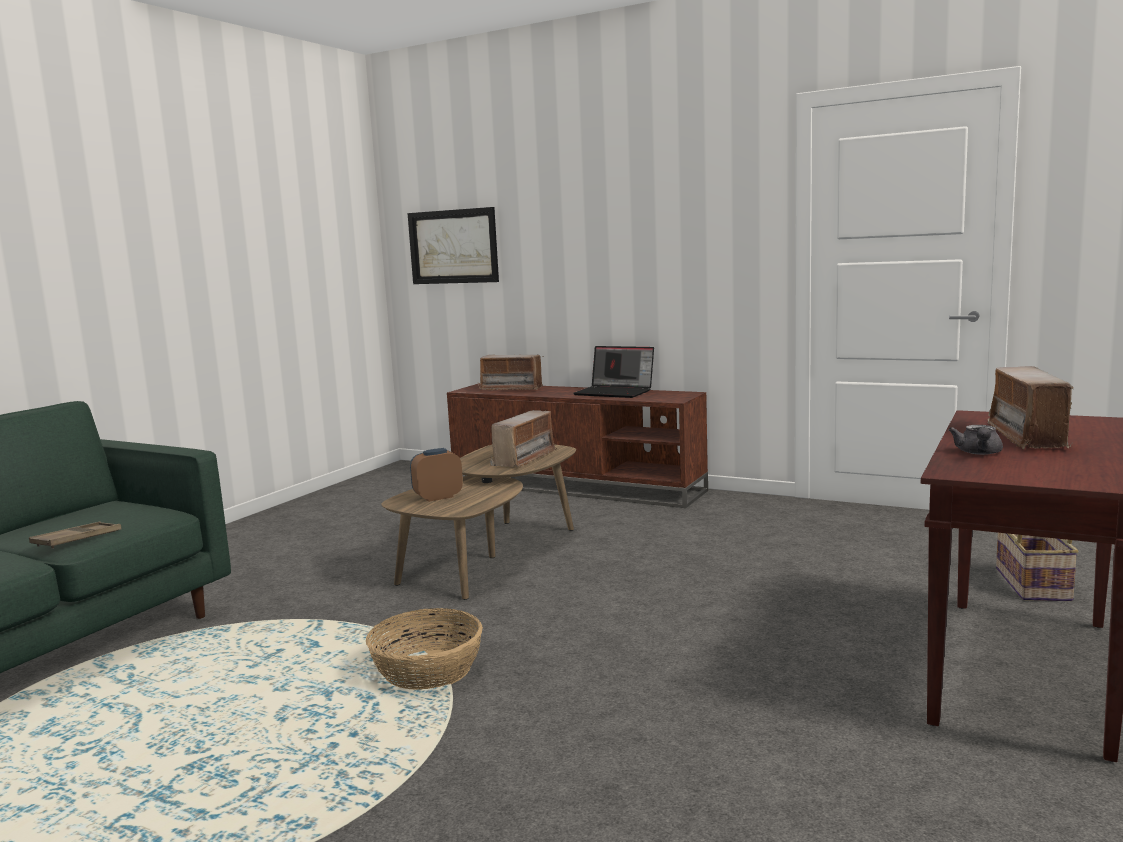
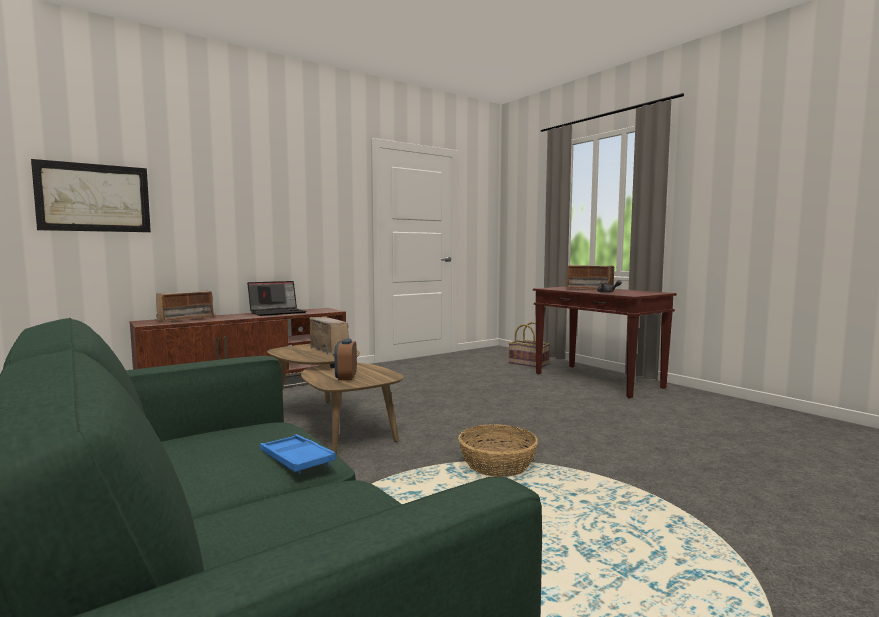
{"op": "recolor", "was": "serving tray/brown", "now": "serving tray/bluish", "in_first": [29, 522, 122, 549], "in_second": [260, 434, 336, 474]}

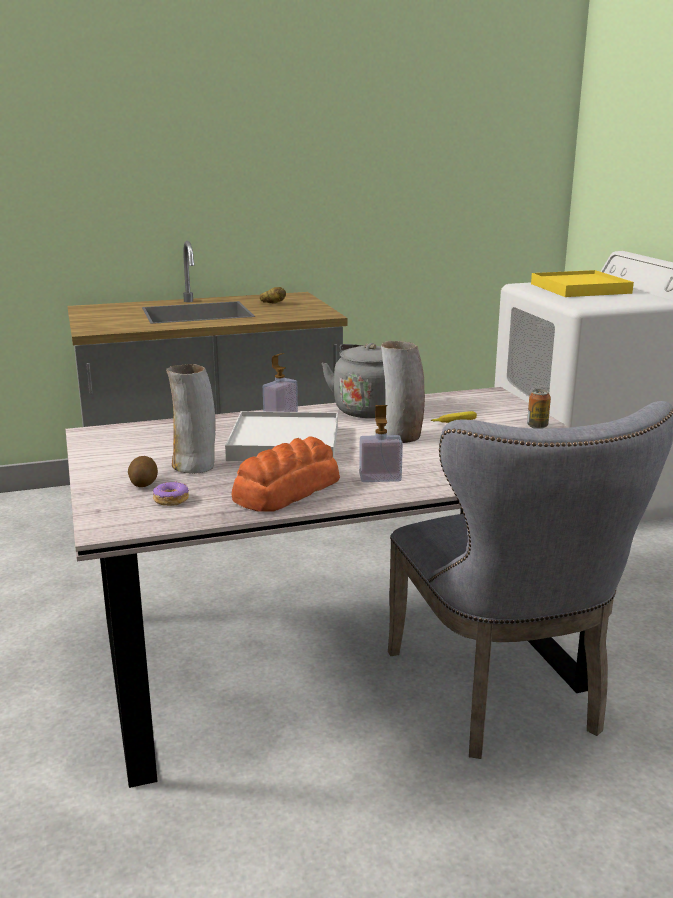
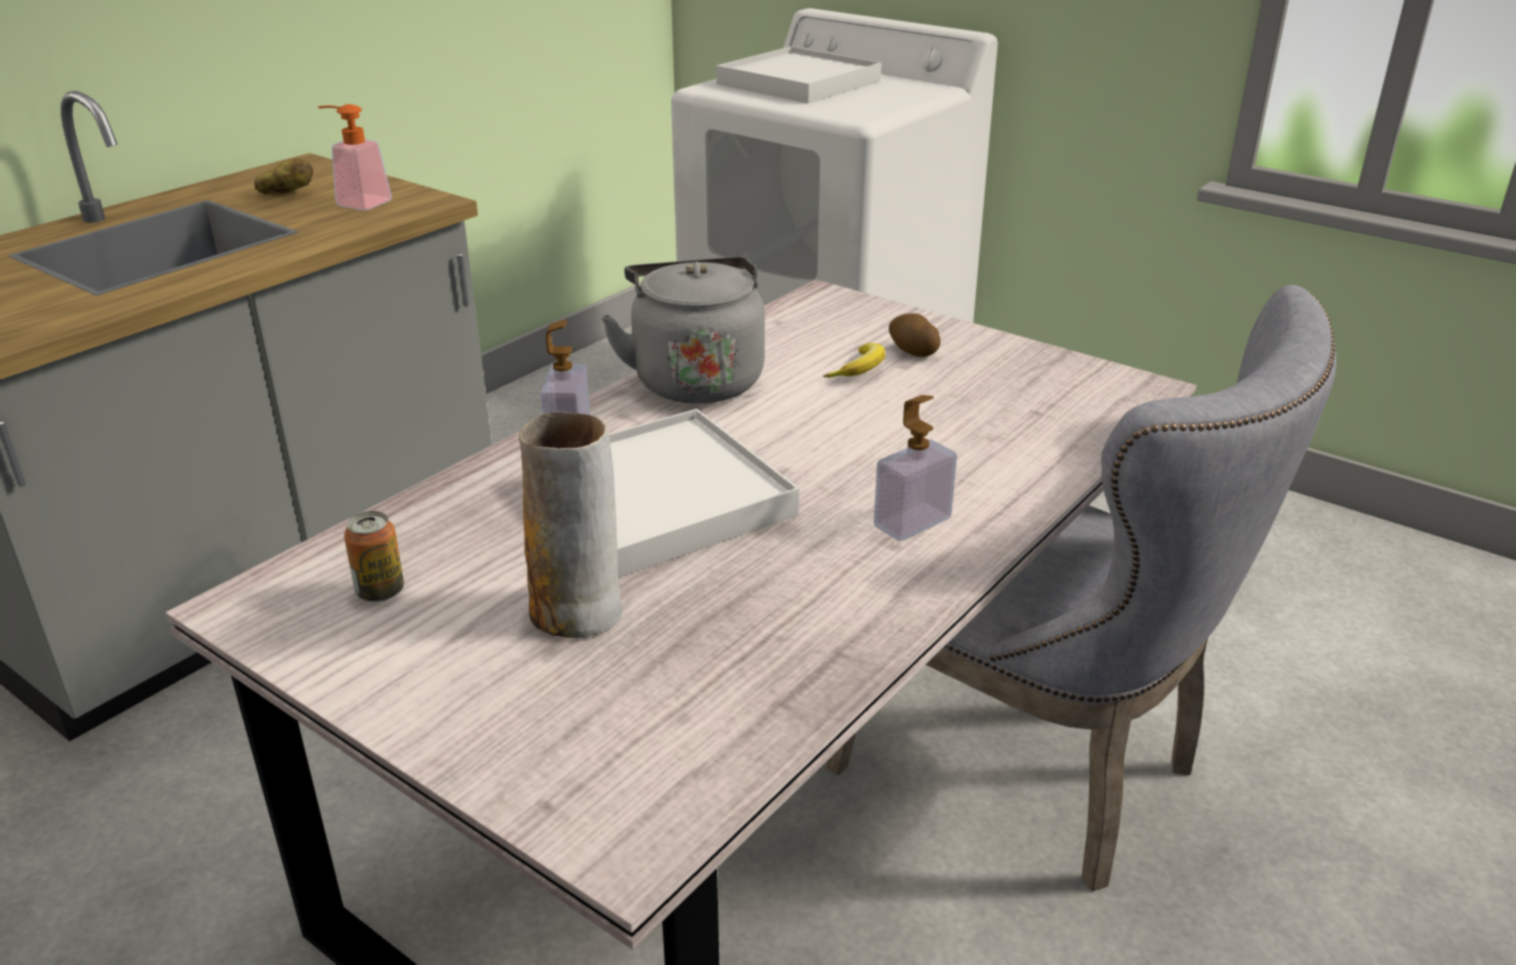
{"op": "move", "was": "potato", "in_first": [128, 456, 158, 487], "in_second": [889, 313, 941, 357]}
{"op": "delete", "was": "ring doughnut", "in_first": [152, 481, 189, 506]}
{"op": "delete", "was": "baked bread", "in_first": [232, 436, 340, 512]}
{"op": "delete", "was": "decorative vase", "in_first": [381, 341, 425, 443]}
{"op": "move", "was": "can", "in_first": [527, 389, 551, 429], "in_second": [344, 511, 404, 602]}
{"op": "recolor", "was": "serving tray/yellow", "now": "serving tray/white", "in_first": [531, 270, 634, 297], "in_second": [716, 46, 882, 103]}
{"op": "insert", "now": "soap bottle", "in_second": [318, 104, 392, 210]}

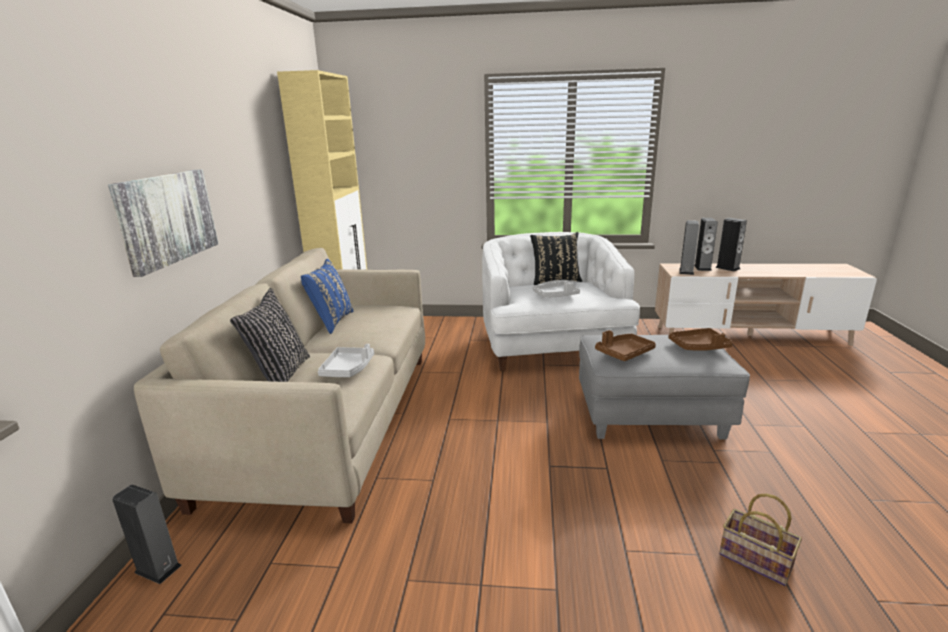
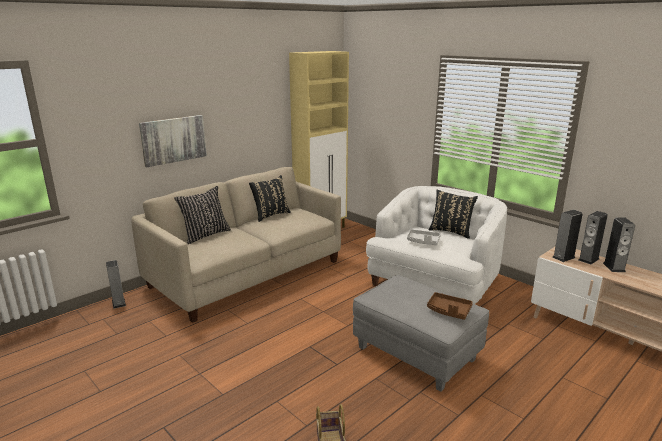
{"op": "recolor", "was": "pillow/bluish", "now": "pillow/black", "in_first": [301, 259, 353, 334], "in_second": [249, 175, 291, 222]}
{"op": "delete", "was": "serving tray/greyish", "in_first": [318, 344, 374, 377]}
{"op": "delete", "was": "serving tray/brown", "in_first": [595, 330, 656, 361]}

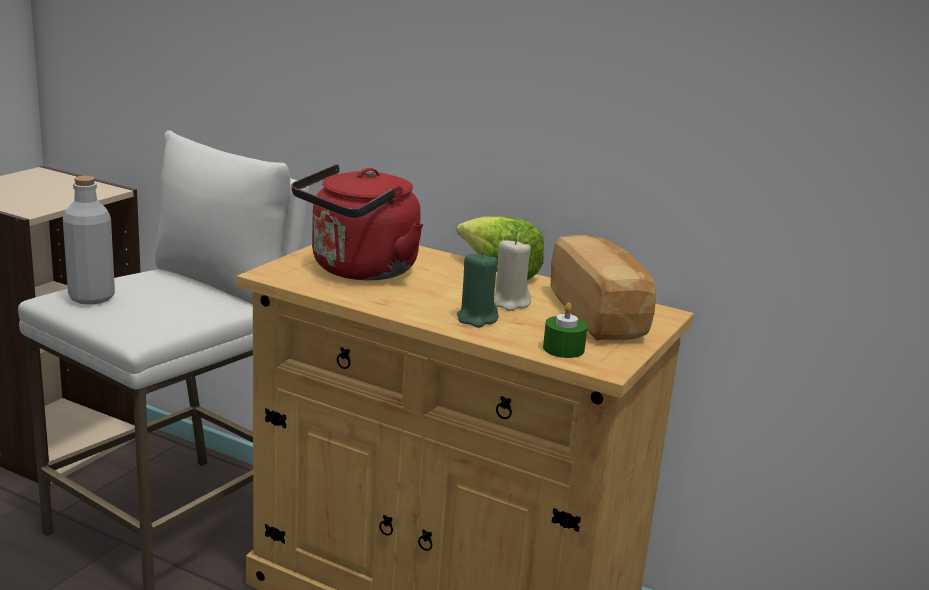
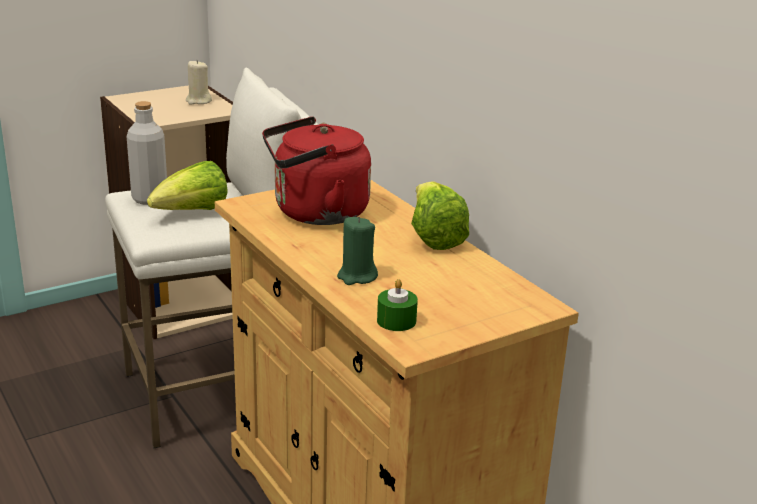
{"op": "move", "was": "wax light/beige", "in_first": [494, 238, 531, 311], "in_second": [186, 60, 212, 105]}
{"op": "delete", "was": "baked bread", "in_first": [551, 235, 656, 341]}
{"op": "insert", "now": "lettuce head", "in_second": [147, 161, 228, 210]}

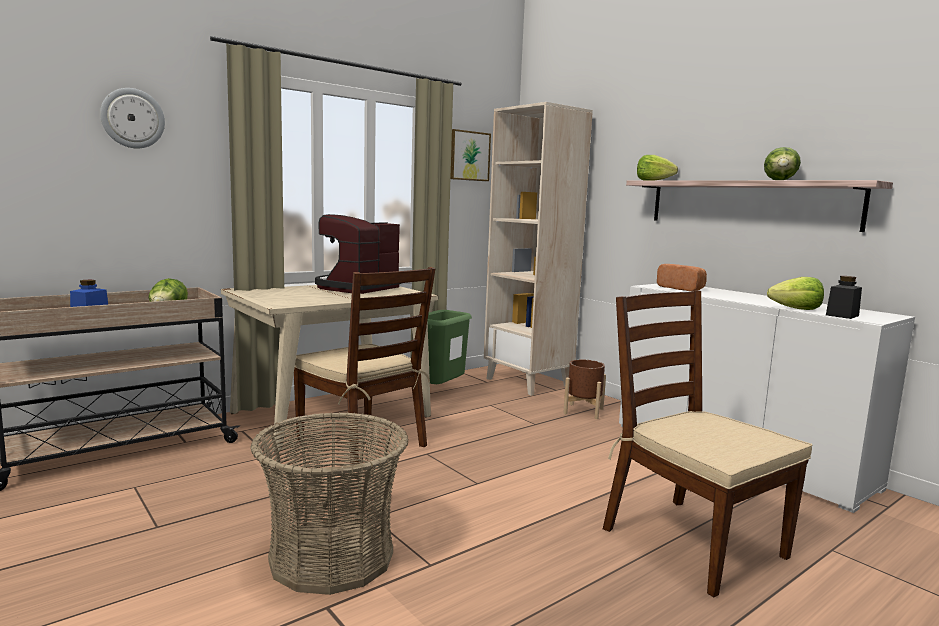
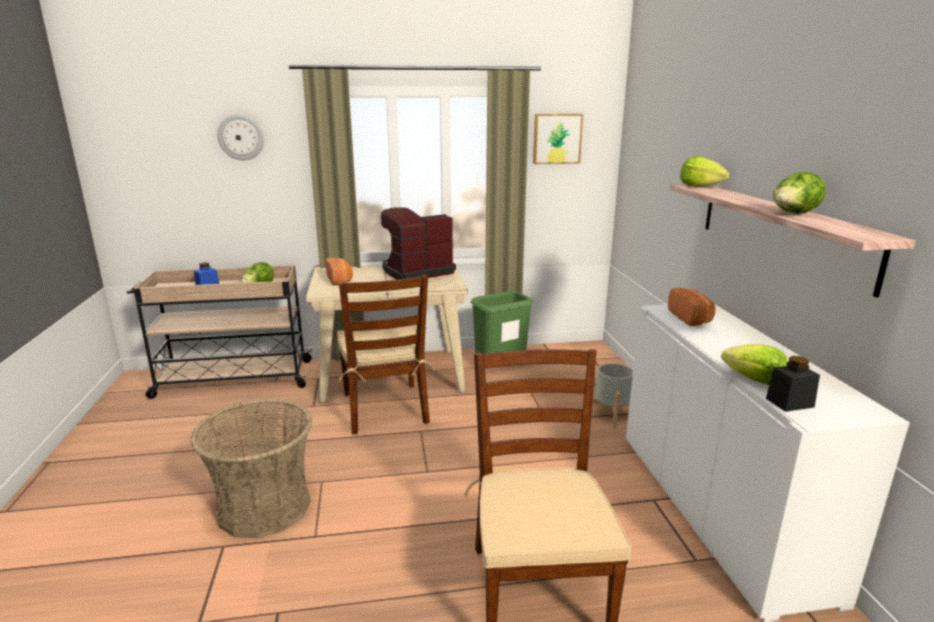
{"op": "delete", "was": "bookcase/beige", "in_first": [484, 102, 593, 396]}
{"op": "recolor", "was": "flower pot/brown", "now": "flower pot/greyish", "in_first": [563, 360, 606, 419], "in_second": [592, 363, 633, 428]}
{"op": "insert", "now": "baked bread", "in_second": [325, 258, 353, 285]}

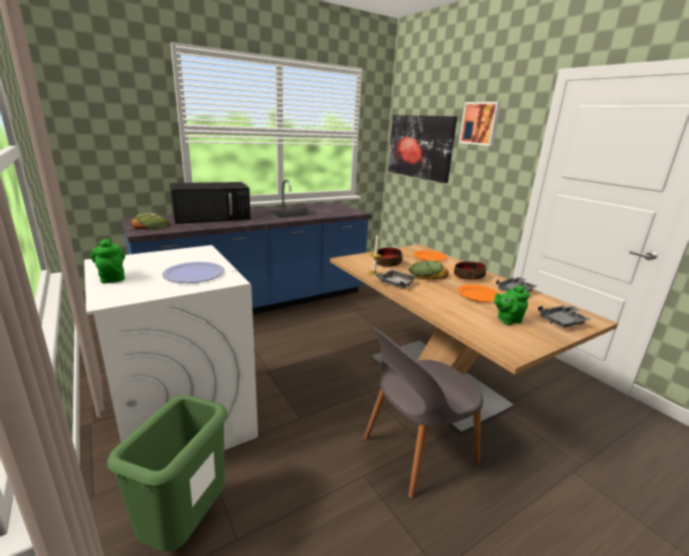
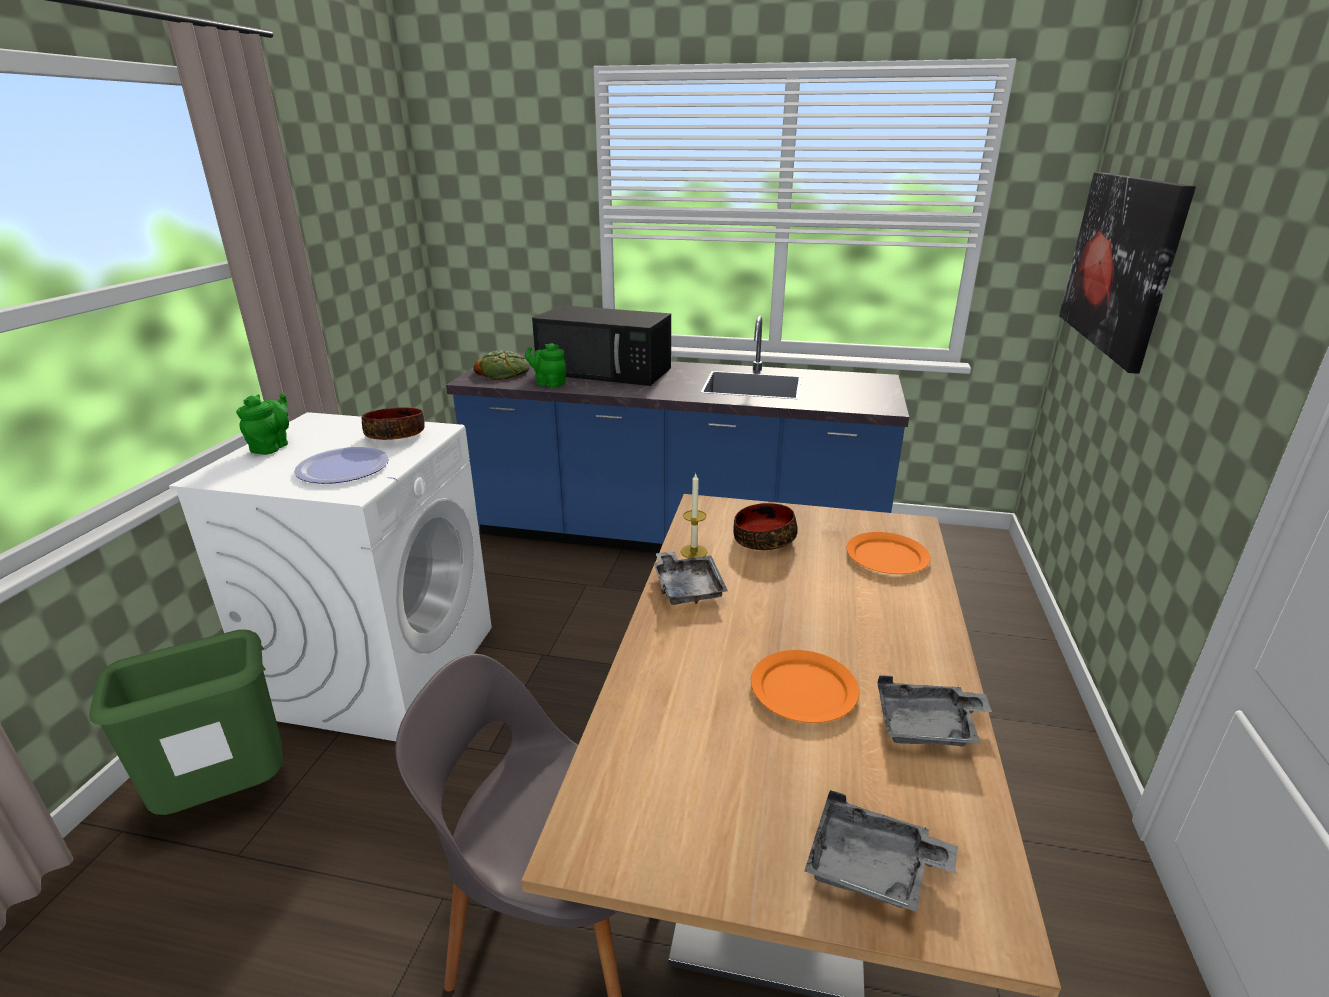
{"op": "delete", "was": "baked bread", "in_first": [408, 260, 449, 280]}
{"op": "move", "was": "bowl", "in_first": [454, 261, 486, 280], "in_second": [362, 407, 425, 440]}
{"op": "delete", "was": "wall art", "in_first": [459, 102, 501, 146]}
{"op": "move", "was": "pot for tea/greenish", "in_first": [494, 286, 530, 325], "in_second": [525, 343, 566, 388]}

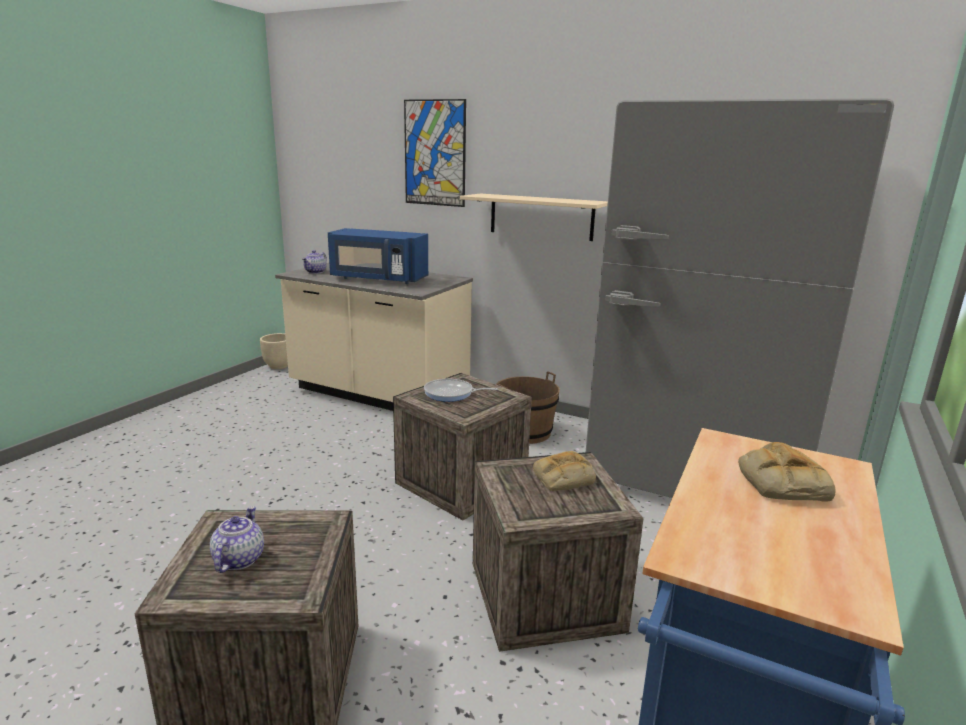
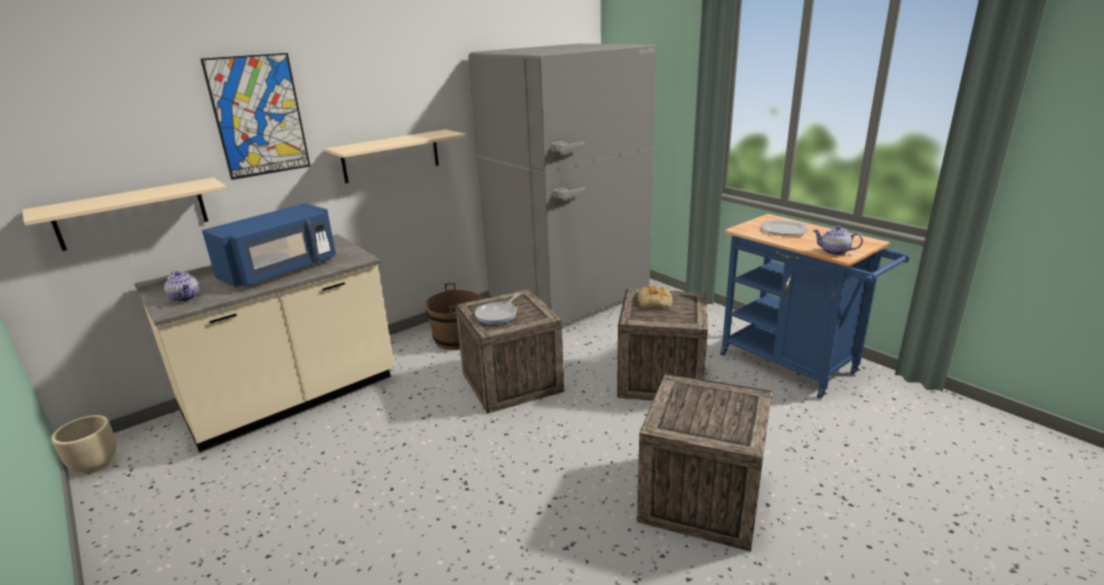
{"op": "move", "was": "pot for tea", "in_first": [210, 506, 264, 573], "in_second": [813, 226, 863, 255]}
{"op": "replace", "was": "baked bread", "now": "plate", "in_first": [738, 442, 836, 502], "in_second": [761, 220, 808, 235]}
{"op": "insert", "now": "shelf/beige", "in_second": [22, 178, 227, 251]}

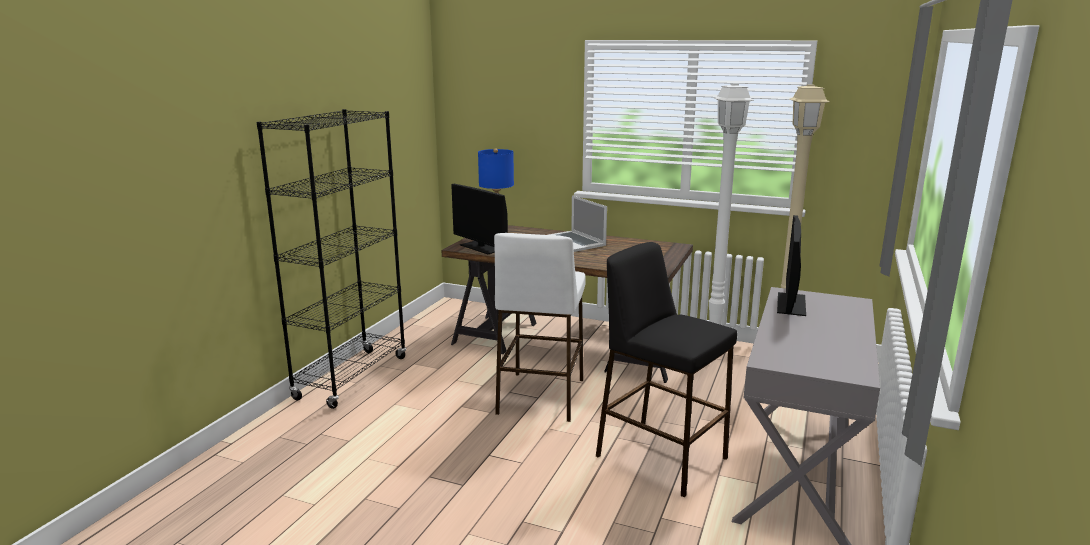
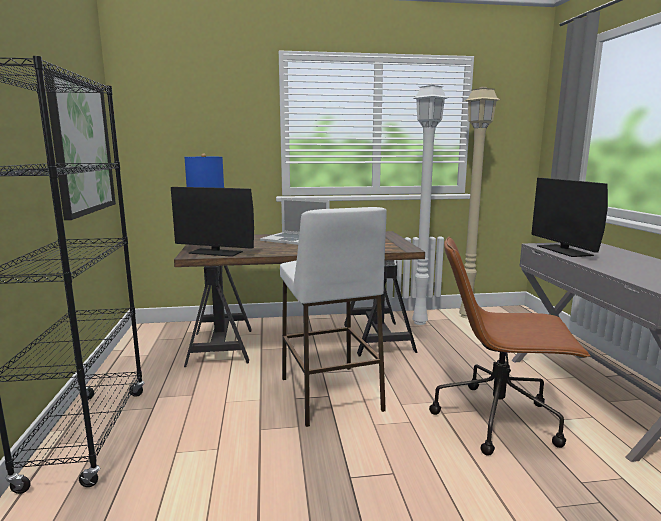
{"op": "replace", "was": "sitting stool/black", "now": "office chair/brown", "in_first": [596, 242, 737, 497], "in_second": [429, 236, 591, 456]}
{"op": "insert", "now": "wall art", "in_second": [43, 68, 116, 220]}

